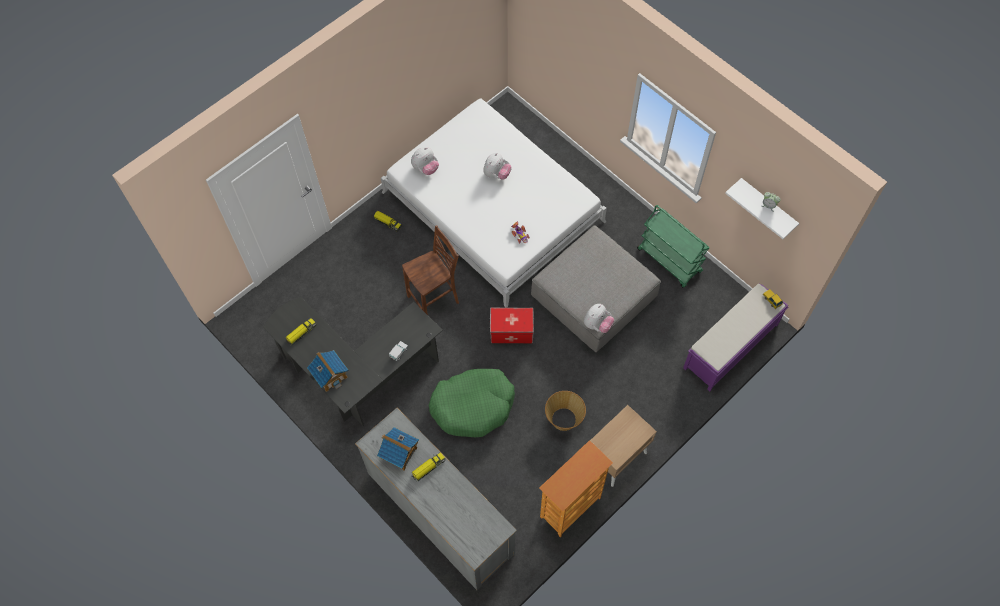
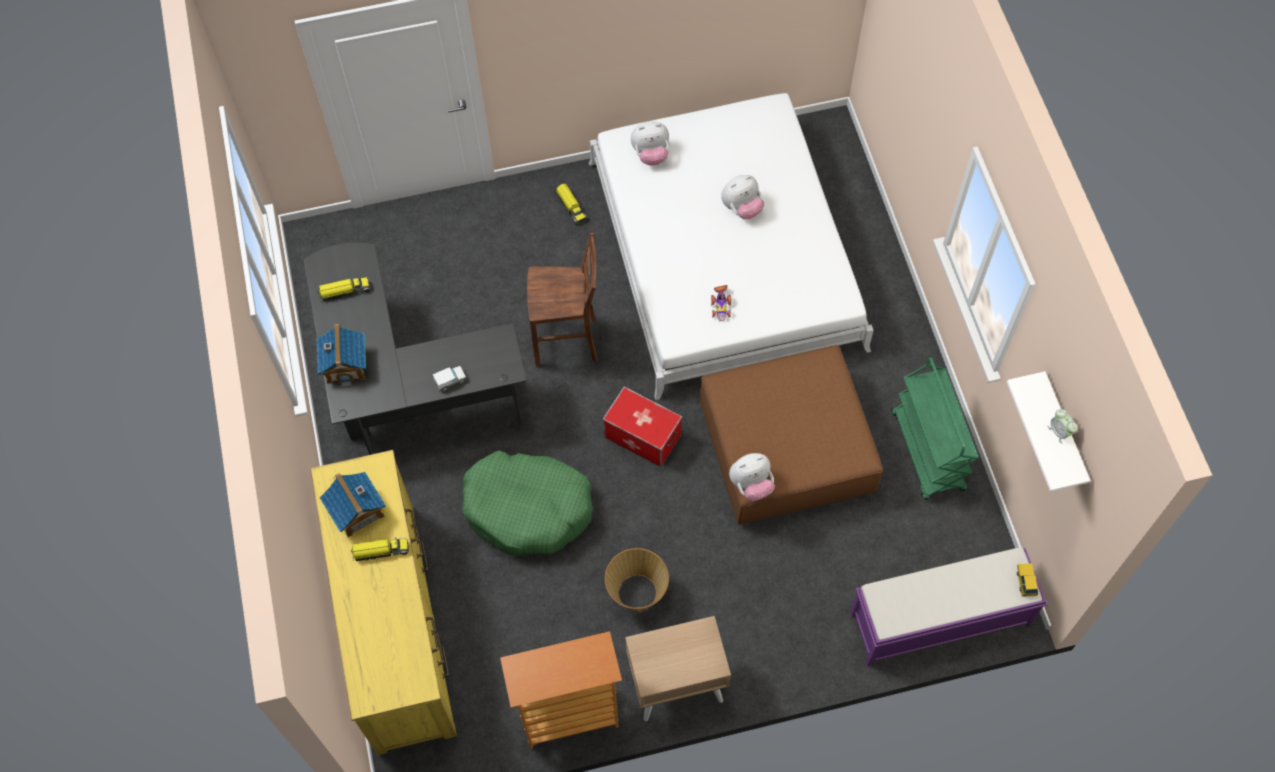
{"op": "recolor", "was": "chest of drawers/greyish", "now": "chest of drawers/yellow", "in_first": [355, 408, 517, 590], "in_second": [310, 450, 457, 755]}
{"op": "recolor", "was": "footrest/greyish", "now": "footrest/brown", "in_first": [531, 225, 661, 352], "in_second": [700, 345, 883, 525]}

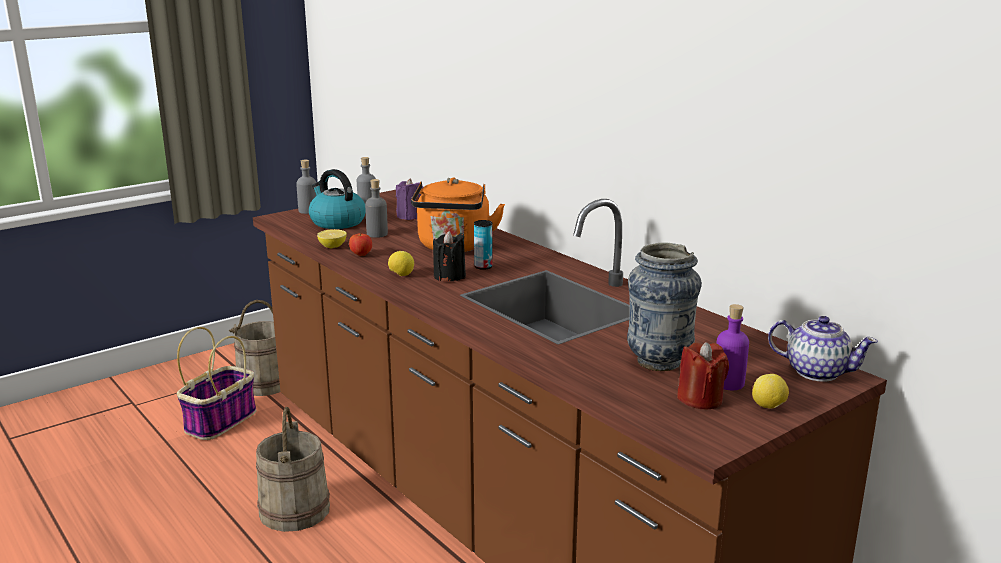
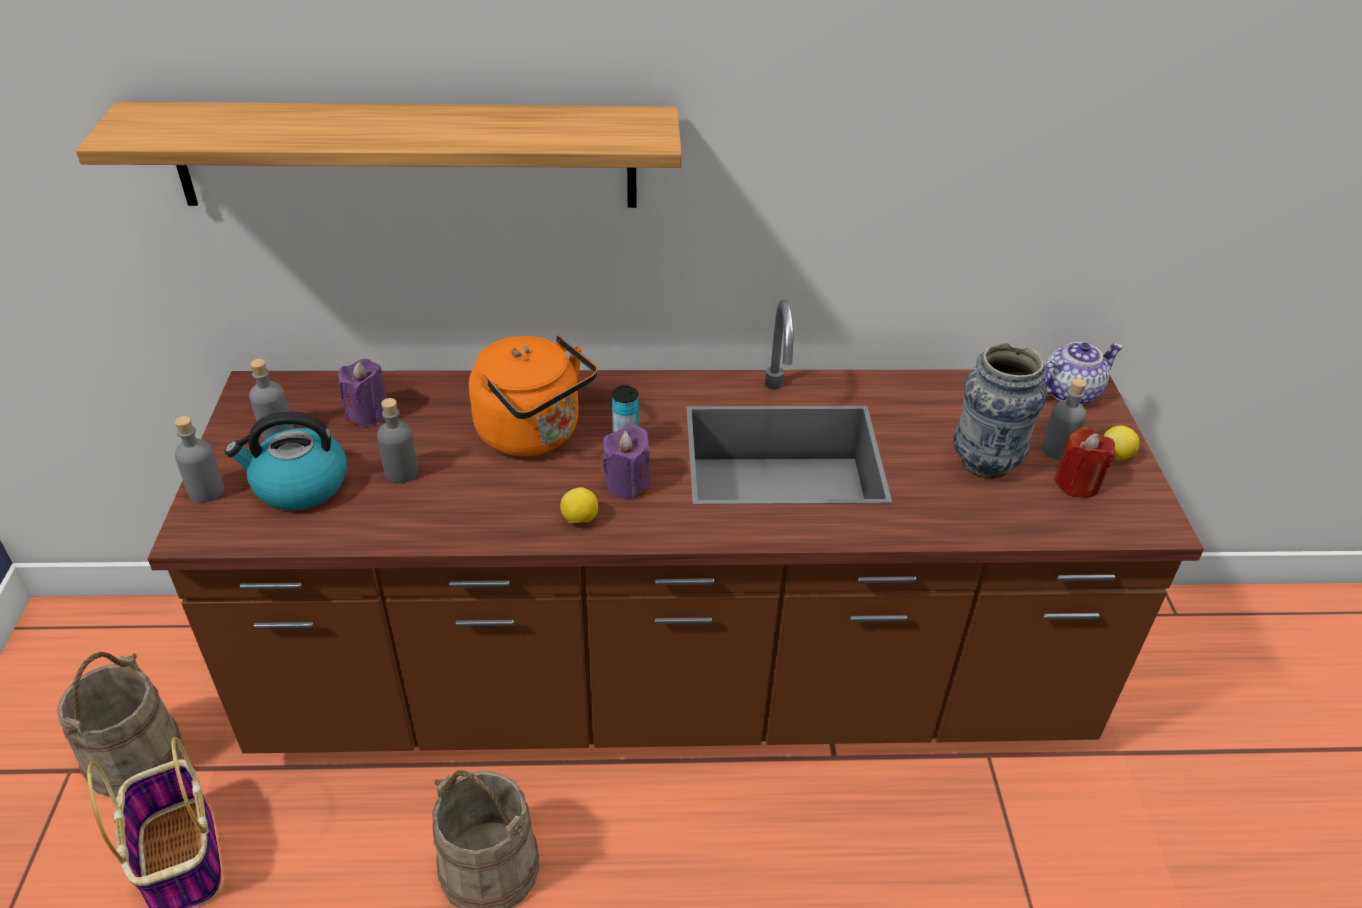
{"op": "delete", "was": "lemon", "in_first": [317, 229, 347, 248]}
{"op": "delete", "was": "whole apple", "in_first": [349, 233, 372, 256]}
{"op": "recolor", "was": "wax light/black", "now": "wax light/purple", "in_first": [433, 231, 466, 281], "in_second": [602, 424, 650, 499]}
{"op": "recolor", "was": "drink bottle/purple", "now": "drink bottle/greyish", "in_first": [716, 304, 749, 390], "in_second": [1042, 378, 1087, 460]}
{"op": "insert", "now": "shelf", "in_second": [76, 102, 682, 208]}

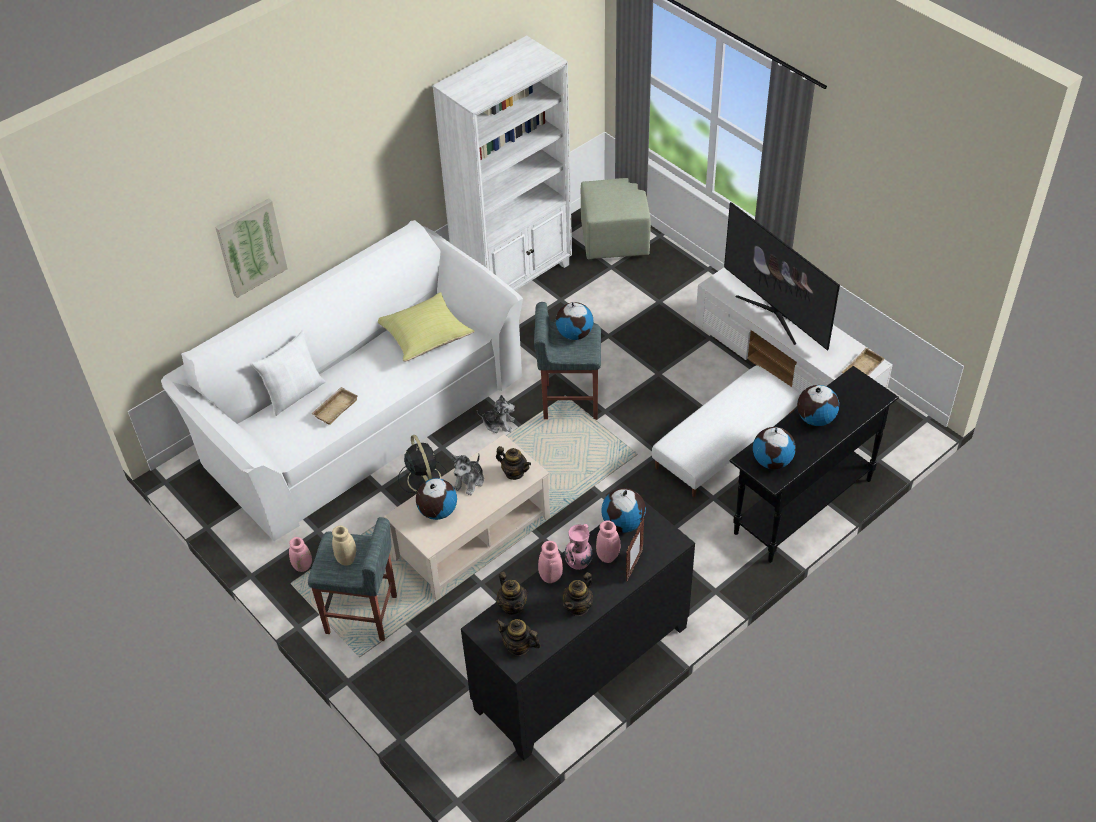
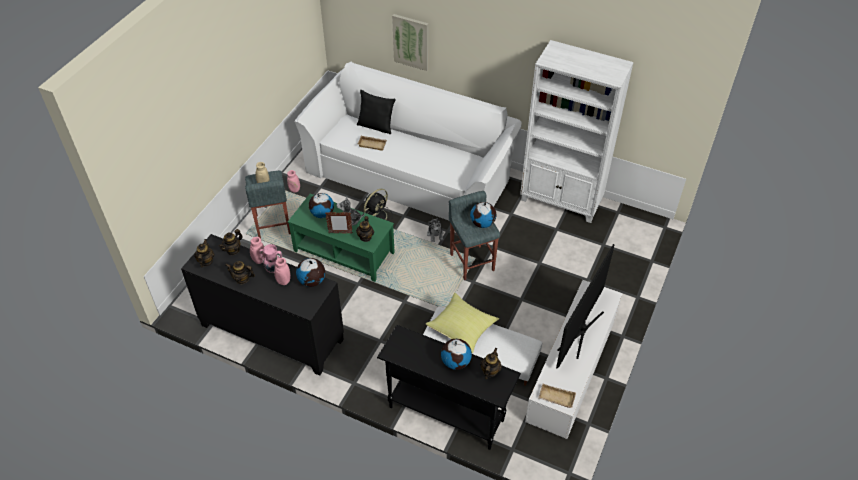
{"op": "recolor", "was": "pillow/white", "now": "pillow/black", "in_first": [251, 331, 326, 416], "in_second": [357, 90, 396, 134]}
{"op": "move", "was": "pillow/yellow", "in_first": [378, 292, 475, 362], "in_second": [426, 293, 499, 353]}
{"op": "recolor", "was": "low table/beige", "now": "low table/greenish", "in_first": [384, 434, 550, 600], "in_second": [288, 194, 395, 282]}
{"op": "delete", "was": "footrest/greenish", "in_first": [581, 178, 651, 259]}
{"op": "move", "was": "standing frame", "in_first": [626, 519, 644, 581], "in_second": [325, 212, 353, 234]}
{"op": "delete", "was": "world globe", "in_first": [753, 427, 796, 469]}
{"op": "insert", "now": "pot for tea", "in_second": [480, 348, 502, 379]}

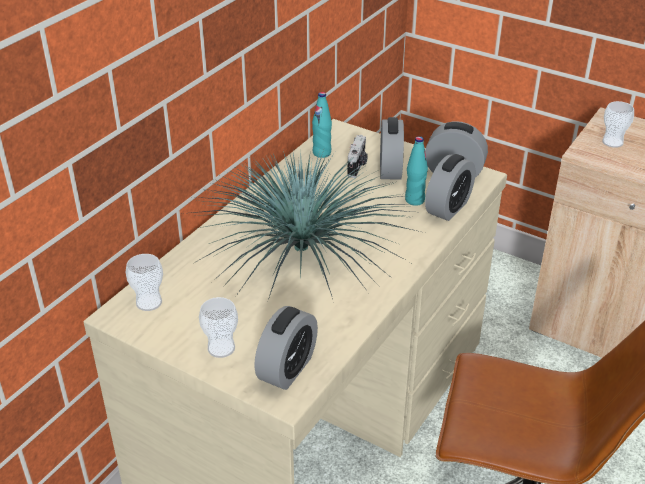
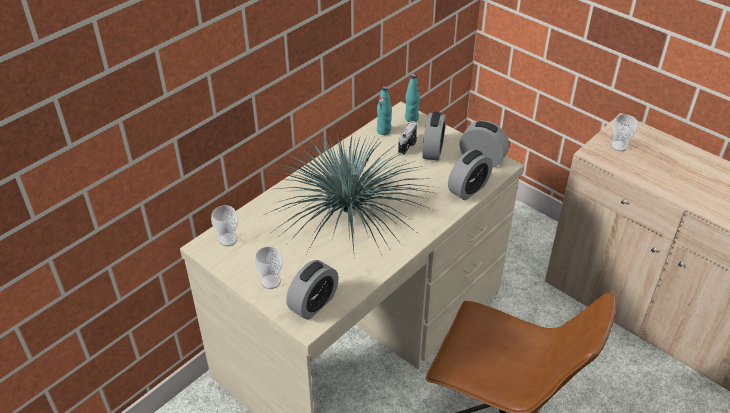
{"op": "move", "was": "drink bottle/turquoise-coloured", "in_first": [405, 136, 428, 206], "in_second": [405, 74, 420, 122]}

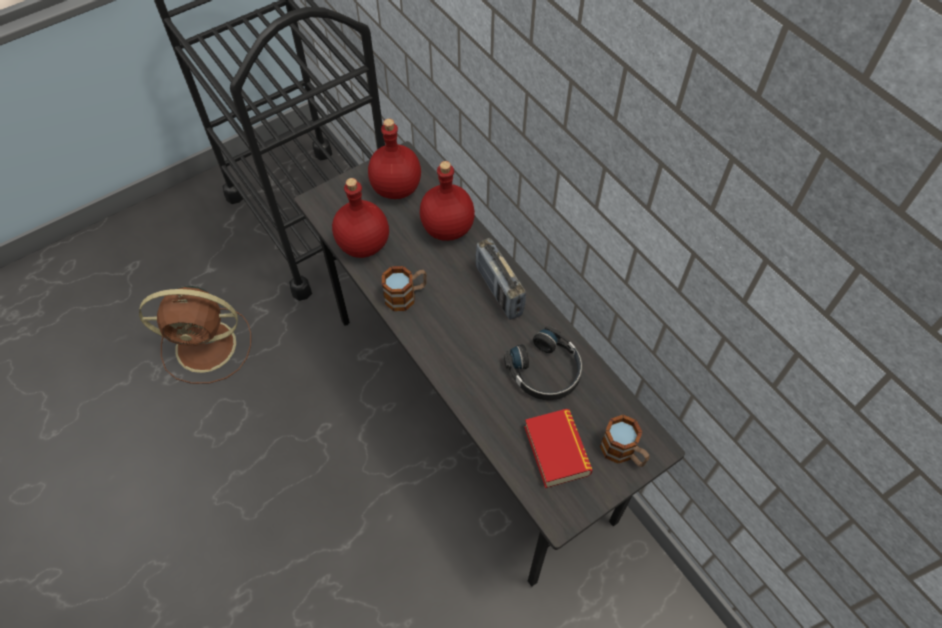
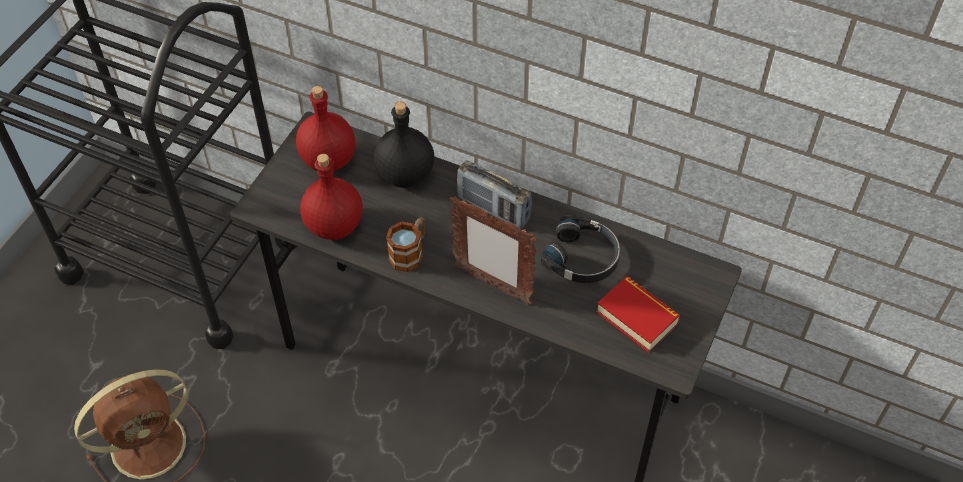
{"op": "recolor", "was": "drink bottle/red", "now": "drink bottle/black", "in_first": [420, 161, 475, 241], "in_second": [374, 102, 435, 188]}
{"op": "delete", "was": "tea mug", "in_first": [600, 415, 650, 467]}
{"op": "insert", "now": "standing frame", "in_second": [450, 196, 537, 305]}

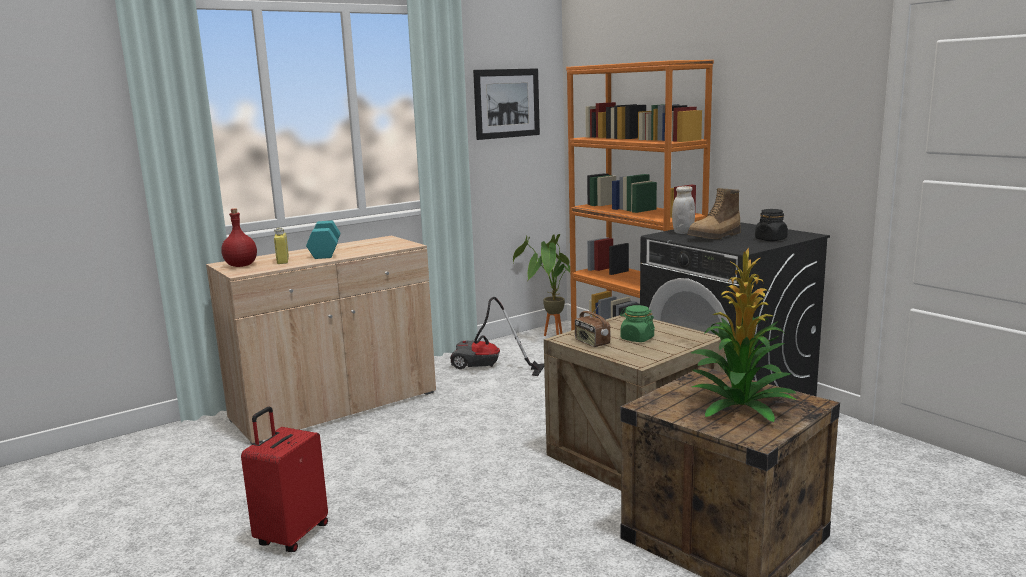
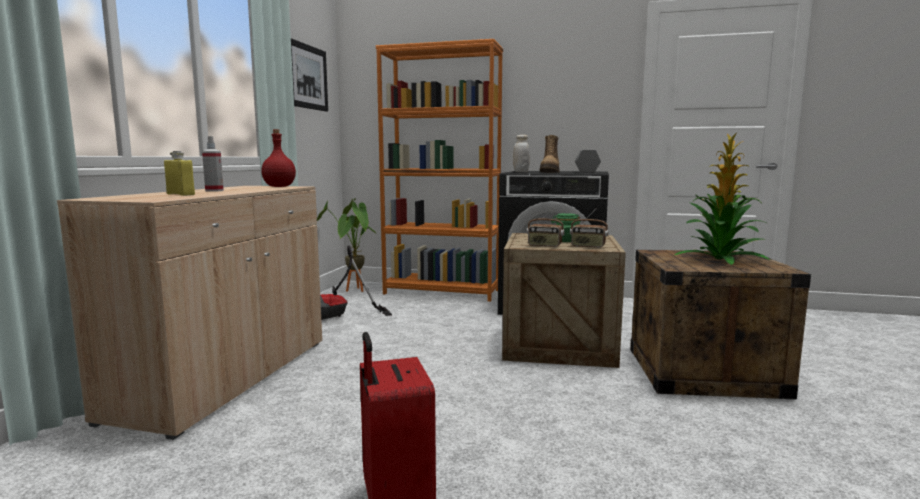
{"op": "move", "was": "drink bottle/red", "in_first": [221, 208, 257, 267], "in_second": [261, 129, 296, 187]}
{"op": "replace", "was": "free weight/turquoise-coloured", "now": "spray bottle", "in_first": [306, 221, 341, 259], "in_second": [202, 136, 224, 192]}
{"op": "replace", "was": "jar/black", "now": "free weight/greyish", "in_first": [755, 209, 788, 241], "in_second": [575, 150, 601, 173]}
{"op": "insert", "now": "radio", "in_second": [570, 208, 608, 248]}

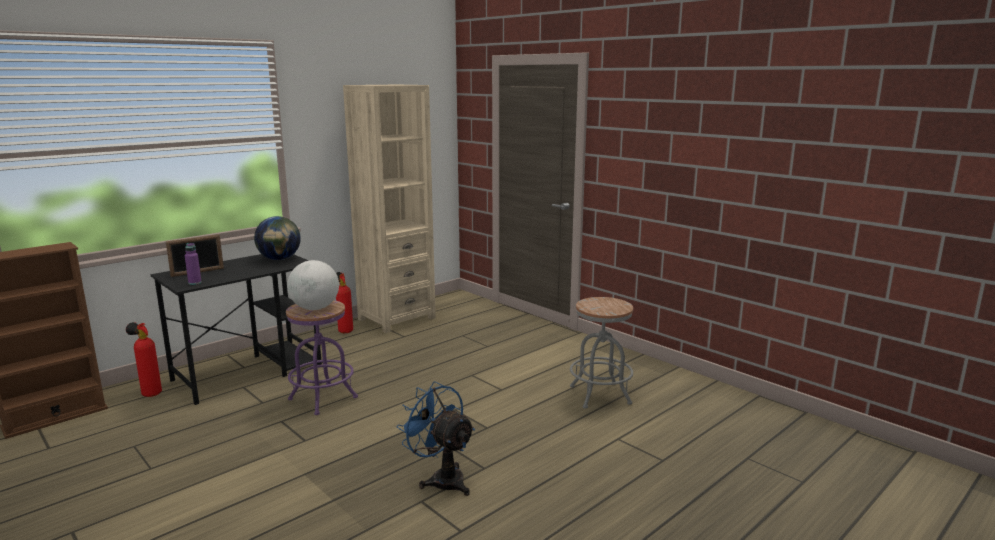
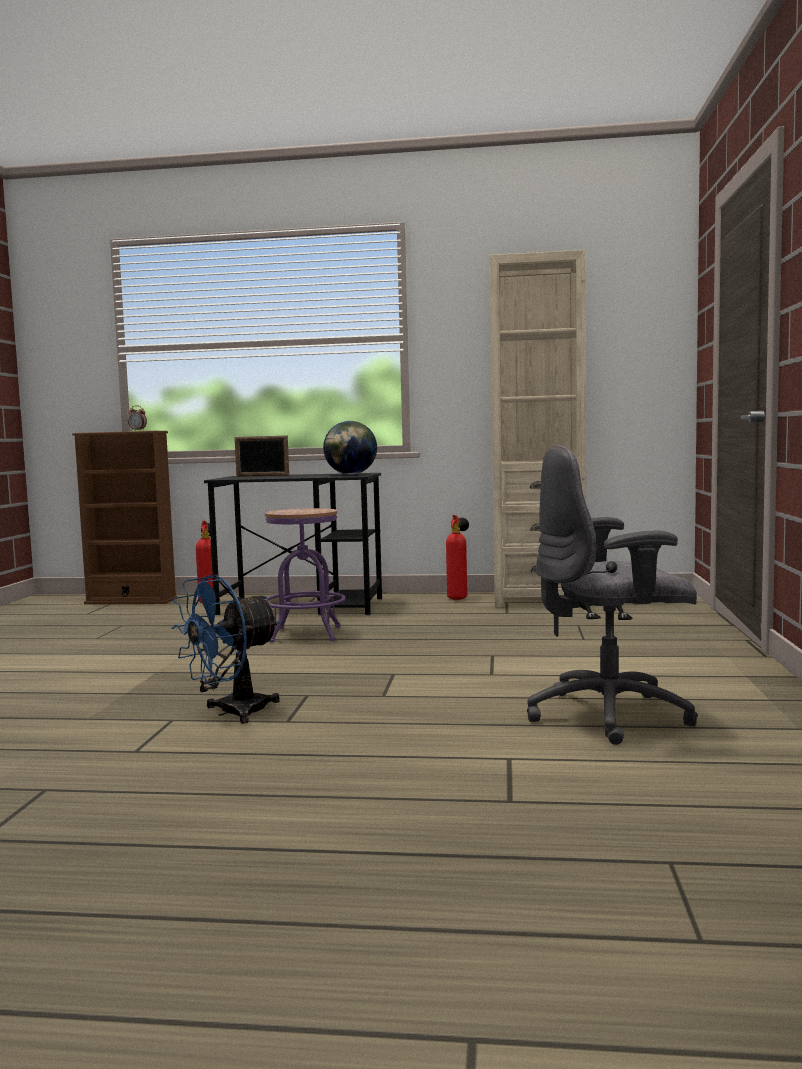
{"op": "delete", "was": "drink bottle/purple", "in_first": [185, 243, 202, 285]}
{"op": "delete", "was": "world globe", "in_first": [287, 260, 339, 310]}
{"op": "rotate", "was": "electric fan/bluish", "in_first": [397, 381, 475, 496], "in_second": [171, 575, 280, 723], "clockwise": -135}
{"op": "replace", "was": "sitting stool/greyish", "now": "office chair/greyish", "in_first": [570, 297, 633, 409], "in_second": [527, 446, 698, 745]}
{"op": "insert", "now": "alarm clock", "in_second": [128, 405, 147, 431]}

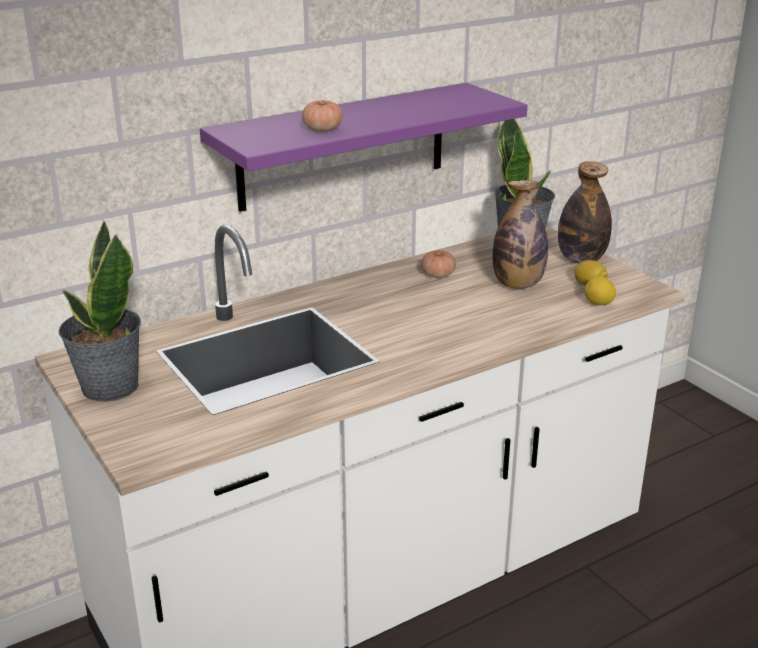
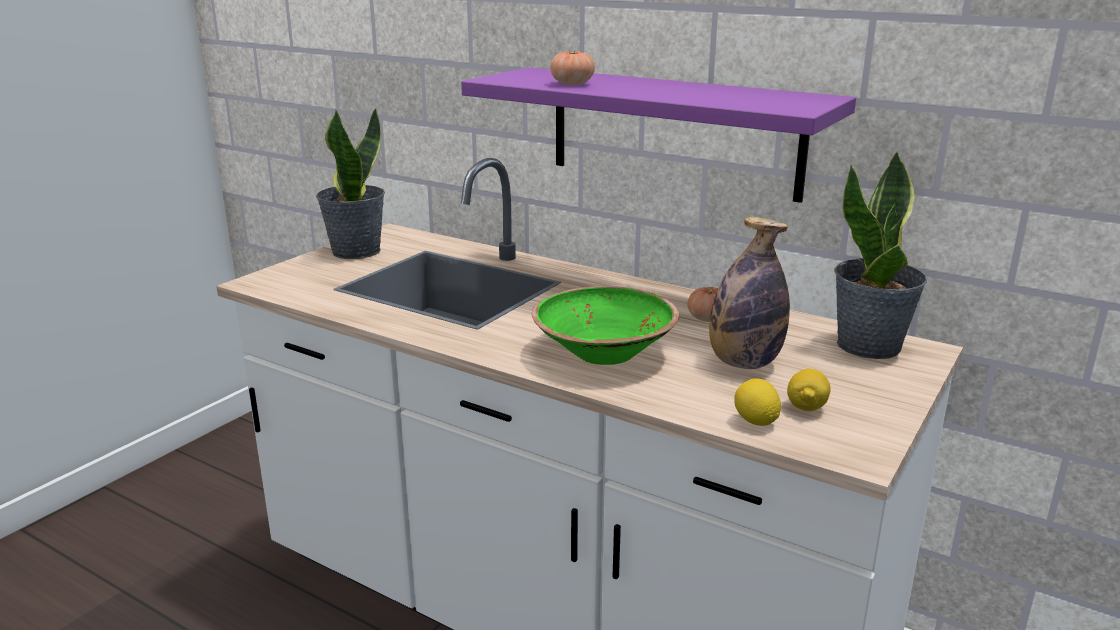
{"op": "delete", "was": "drink bottle", "in_first": [558, 161, 612, 264]}
{"op": "insert", "now": "bowl/greenish", "in_second": [532, 286, 679, 365]}

